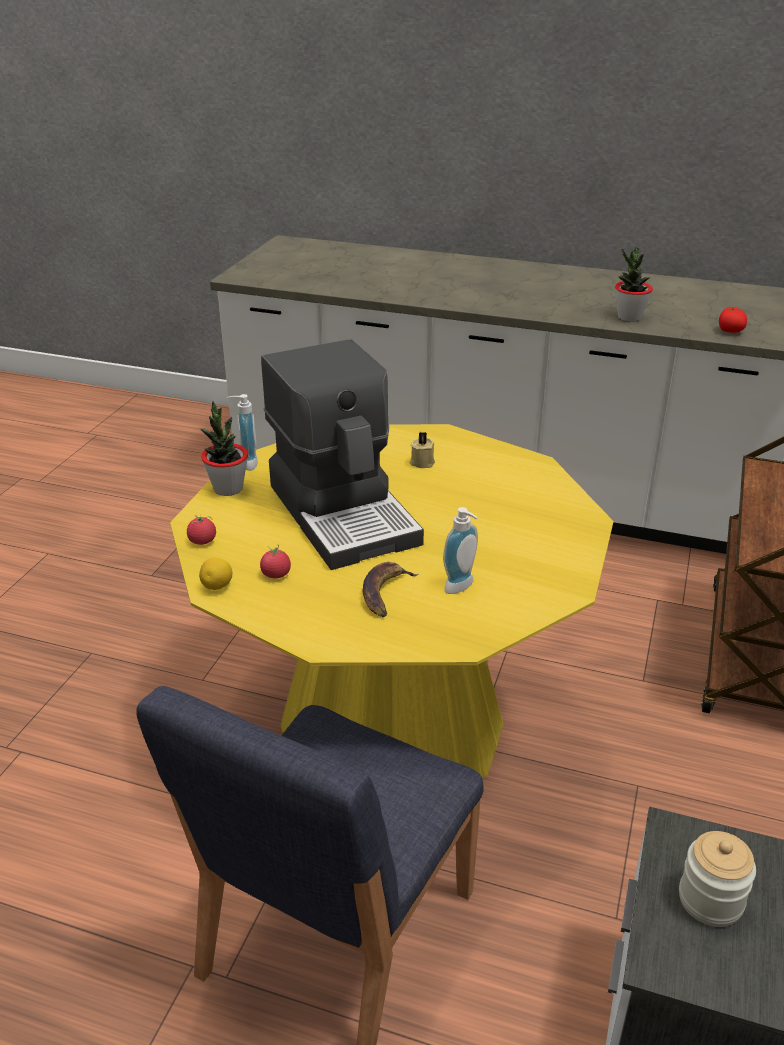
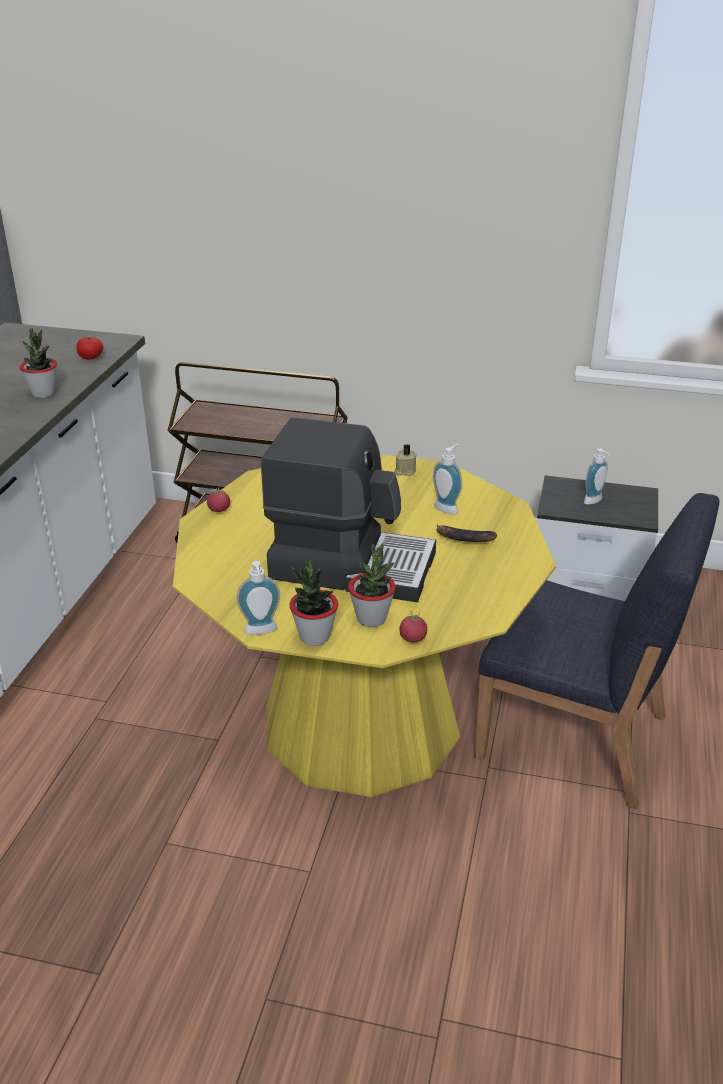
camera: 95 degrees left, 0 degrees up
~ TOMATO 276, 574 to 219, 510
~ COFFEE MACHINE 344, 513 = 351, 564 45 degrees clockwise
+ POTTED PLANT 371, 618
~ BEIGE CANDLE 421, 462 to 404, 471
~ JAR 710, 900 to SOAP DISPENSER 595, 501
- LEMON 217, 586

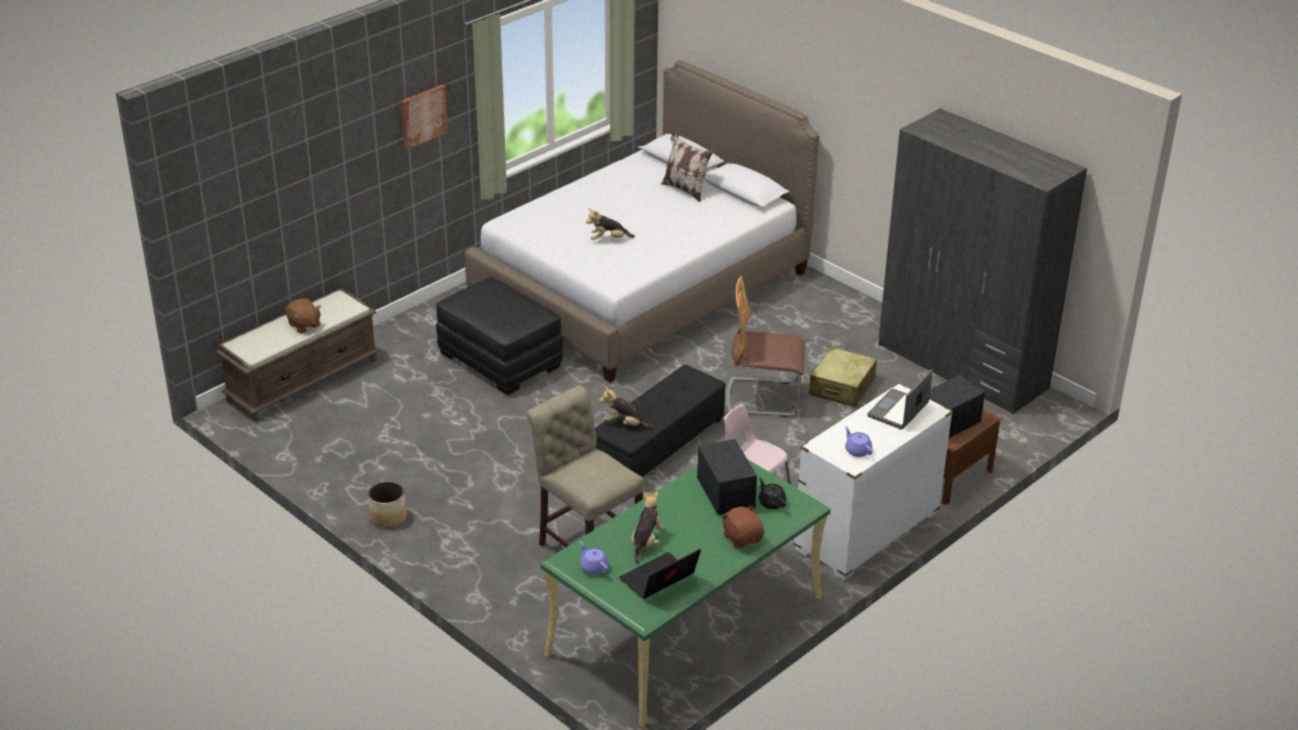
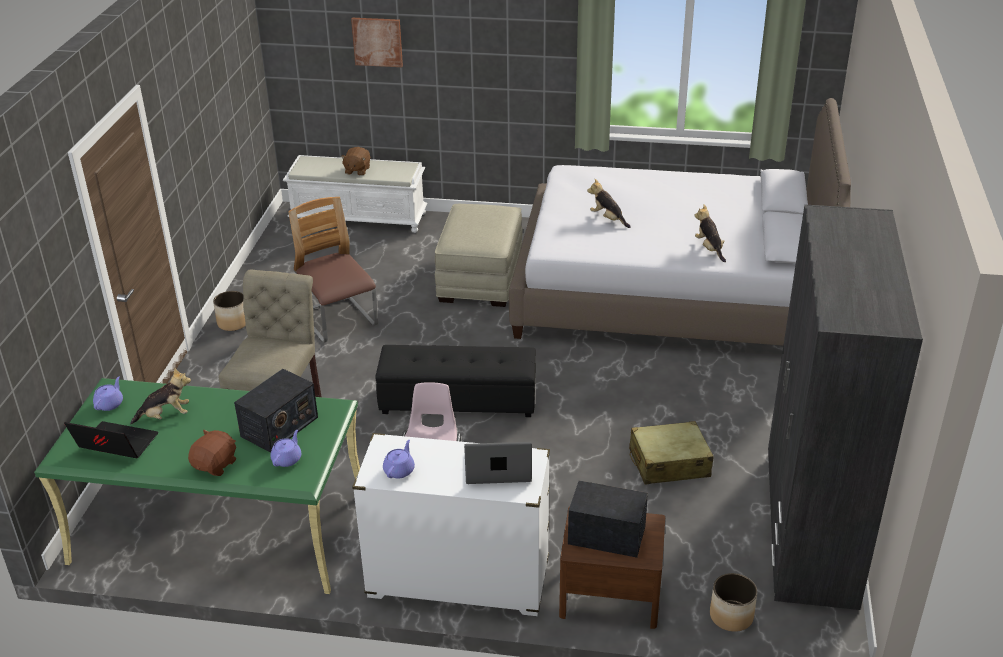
camera: 55 degrees right, 0 degrees up
~ BLACK TEAPOT 771, 502 to PURPLE TEAPOT 287, 459
~ BROWN BENCH 303, 379 to WHITE BENCH 359, 218
~ CHAIR 763, 398 to 338, 321
~ PICTURE 423, 116 to 377, 41
~ BLACK OTTOMAN 500, 360 to BEIGE OTTOMAN 480, 278
~ PLUSH TOY 625, 424 to 709, 249
+ PLANTER 731, 616
- PILLOW 685, 189

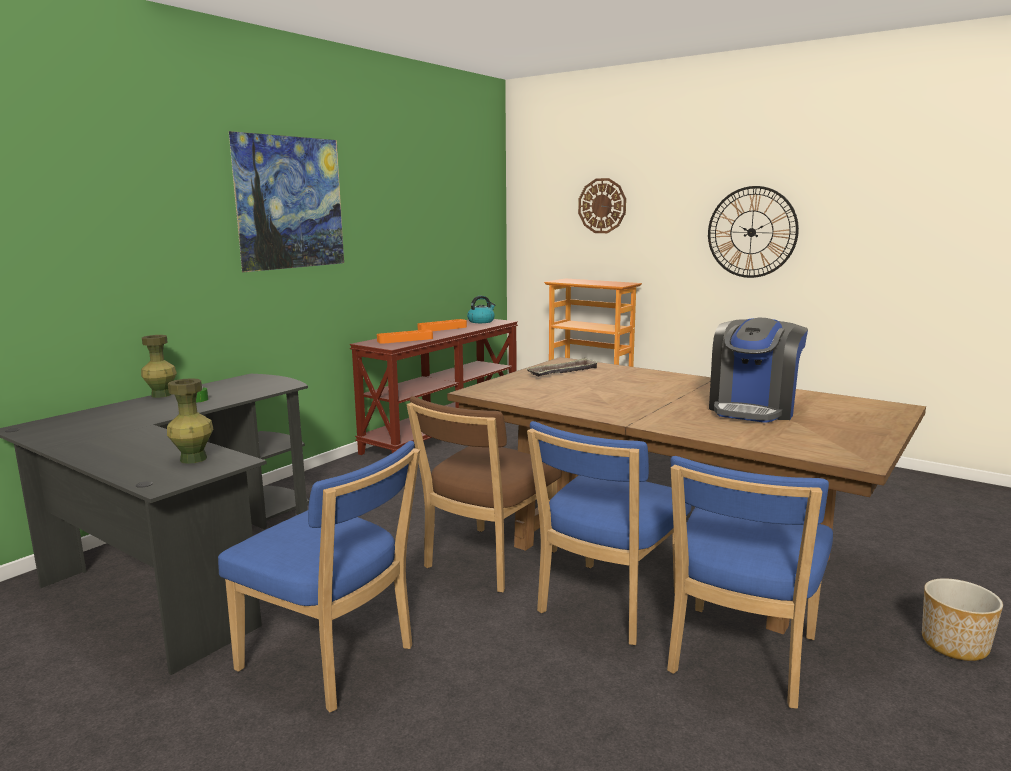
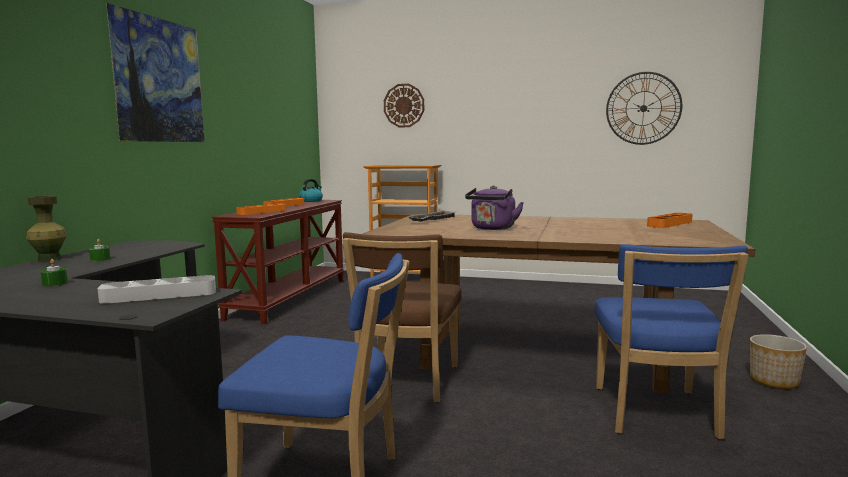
camera: 20 degrees left, 5 degrees down
+ GREEN CANDLE 55, 283
~ GREEN VASE 193, 459 to GREY TRAY 159, 295
+ PURPLE KETTLE 492, 228
~ WALL CLOCK 751, 232 to 643, 108
+ ORANGE TRAY 670, 224
- BLUE CHAIR 606, 606
- COFFEE MACHINE 753, 409

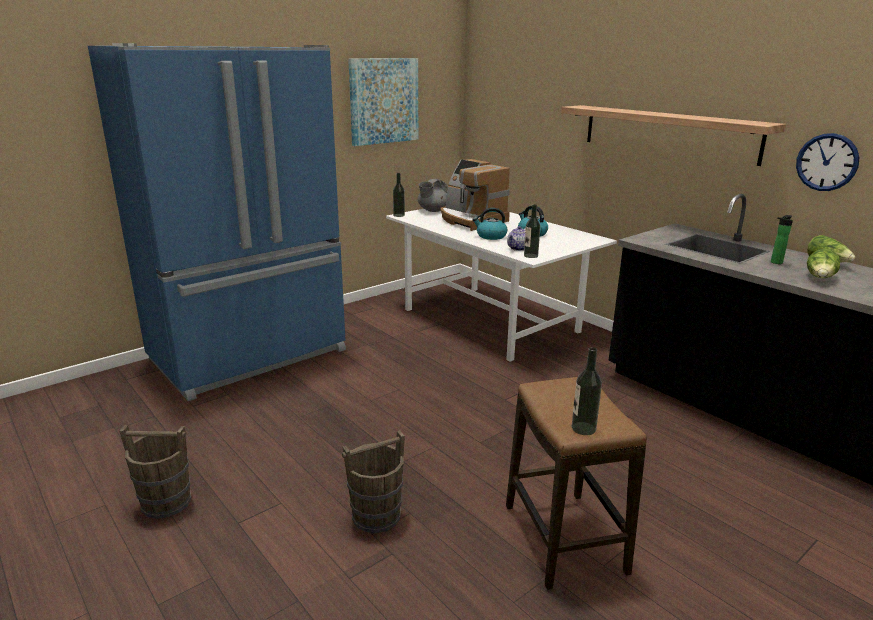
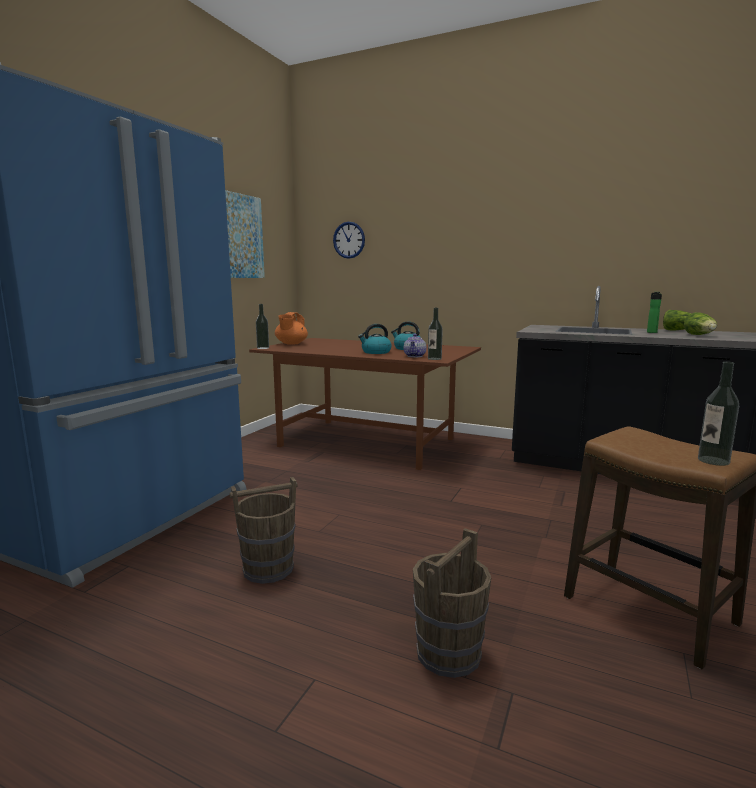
camera: 25 degrees left, 10 degrees down
~ BROWN BUCKET 166, 502 to 267, 569
~ WHITE DINING TABLE 491, 320 to BROWN DINING TABLE 368, 442
~ GREY TEAPOT 433, 210 to ORANGE TEAPOT 291, 344
~ WALL CLOCK 827, 162 to 349, 240
- COFFEE MACHINE 471, 220
- SHELF 668, 133

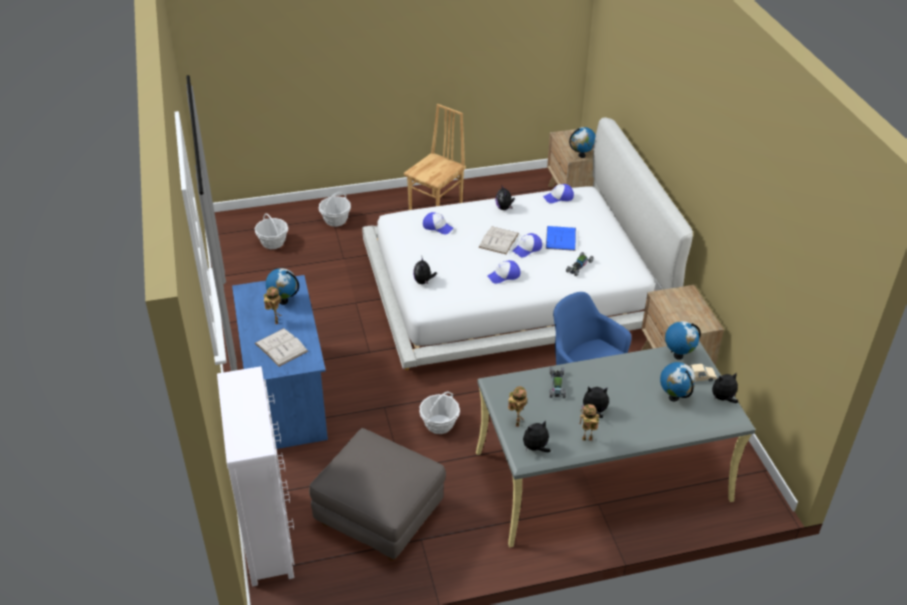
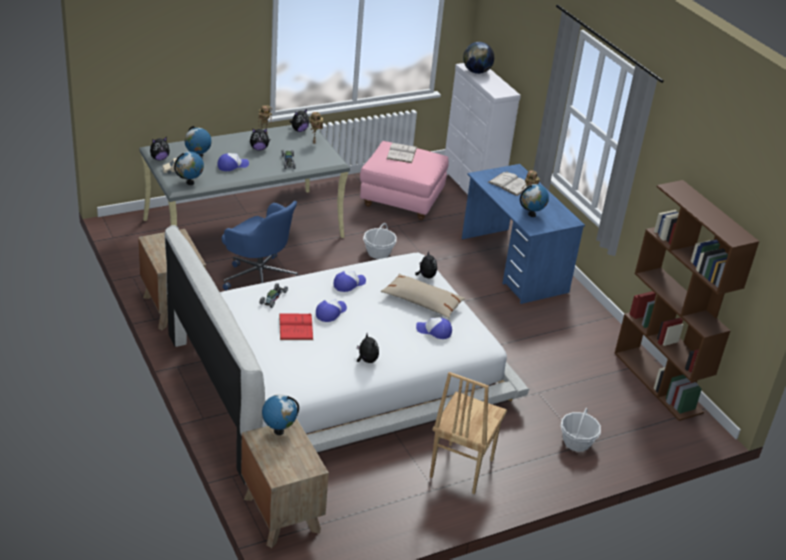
camera: 165 degrees right, 5 degrees down
~ CAP 558, 197 to 232, 165
~ BLUE BOOK 560, 238 to RED BOOK 296, 327
~ GREY OTTOMAN 380, 516 to PINK OTTOMAN 401, 201
+ BEIGE PILLOW 422, 302
~ WHITE BOOK 498, 240 to 401, 153
+ GLOBE 476, 72
+ BROWN BOOKCASE 658, 382
- BASKET 273, 242

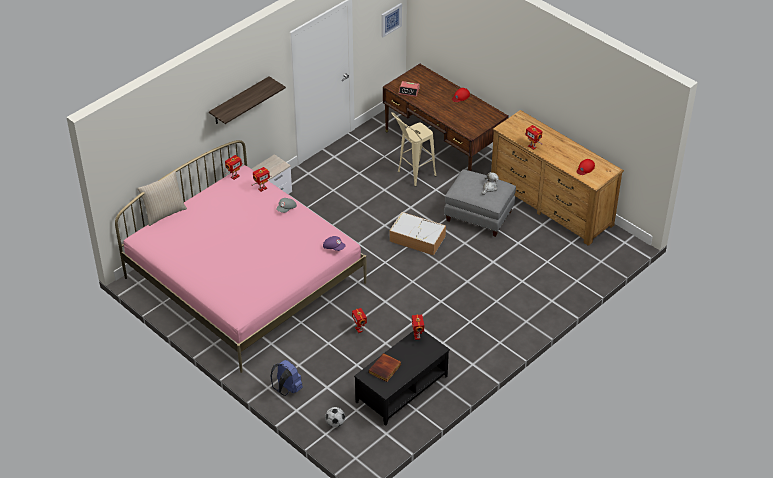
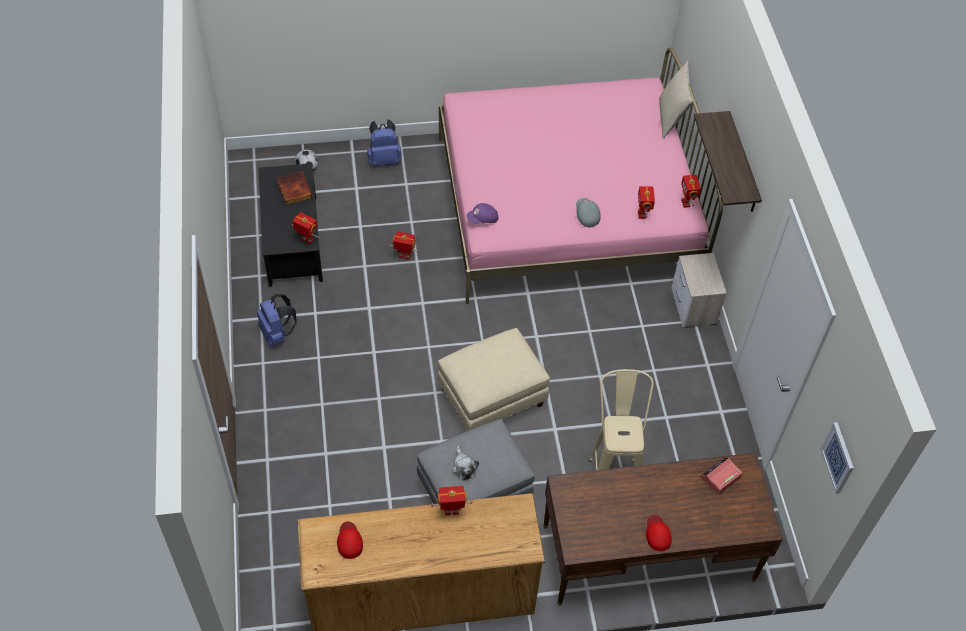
camera: 125 degrees right, 10 degrees up
+ BLUE BACKPACK 277, 333
~ STORAGE BOX 418, 238 to BEIGE OTTOMAN 492, 398

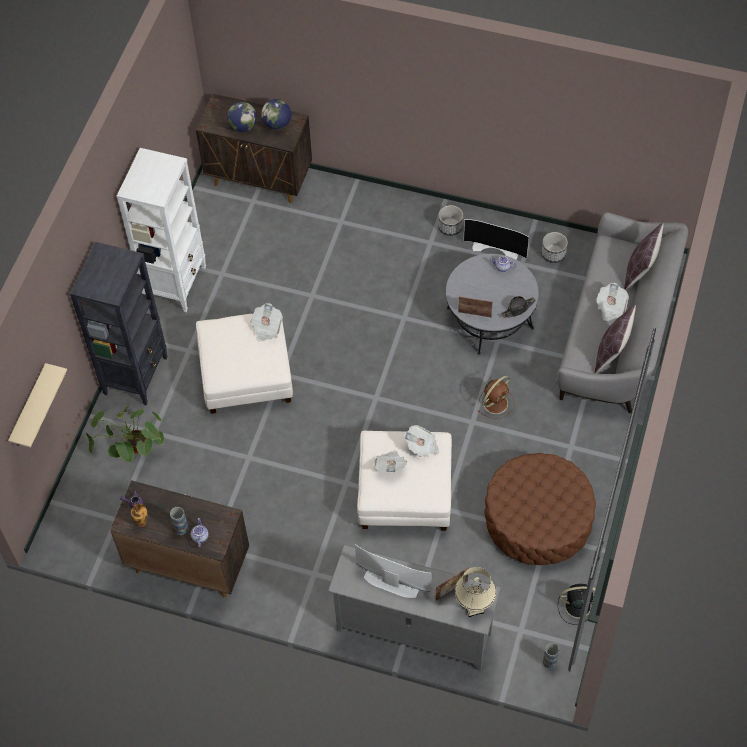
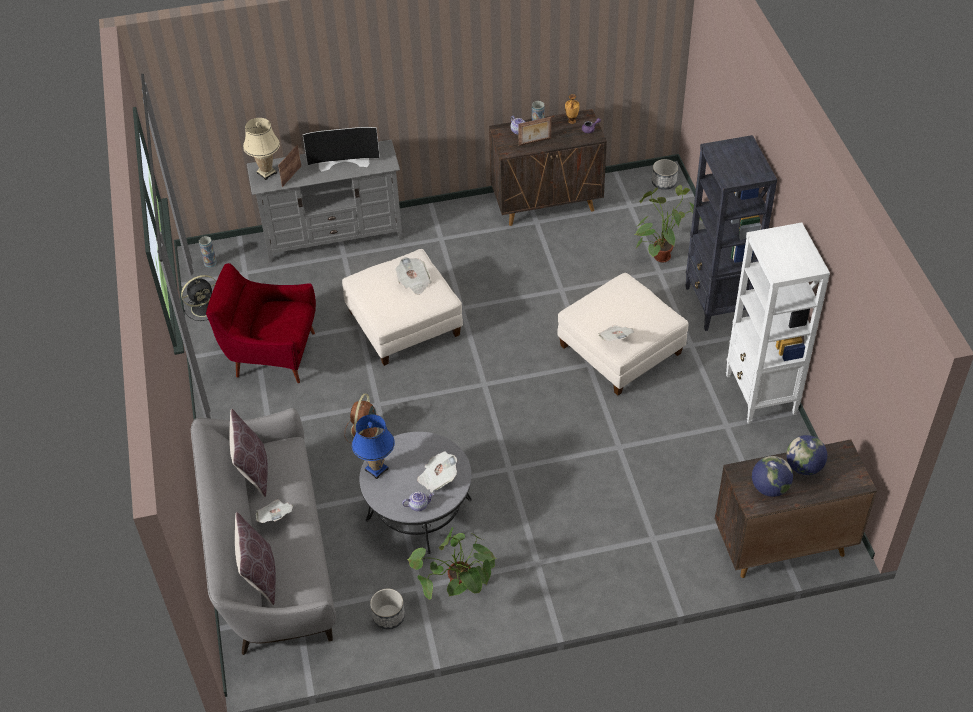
camera: 150 degrees right, 10 degrees down
~ BROWN OTTOMAN 538, 518 to RED ARMCHAIR 271, 354
~ BLACK HAT 518, 309 to BLUE TABLE LAMP 376, 469
~ TELEVISION 496, 248 to POTTED PLANT 458, 591
~ NEWSPAPER 422, 446 to 438, 478
~ PICTURE FRAME 474, 314 to 535, 142
~ PLANTER 450, 227 to 663, 183
- BEIGE SHELF 29, 408

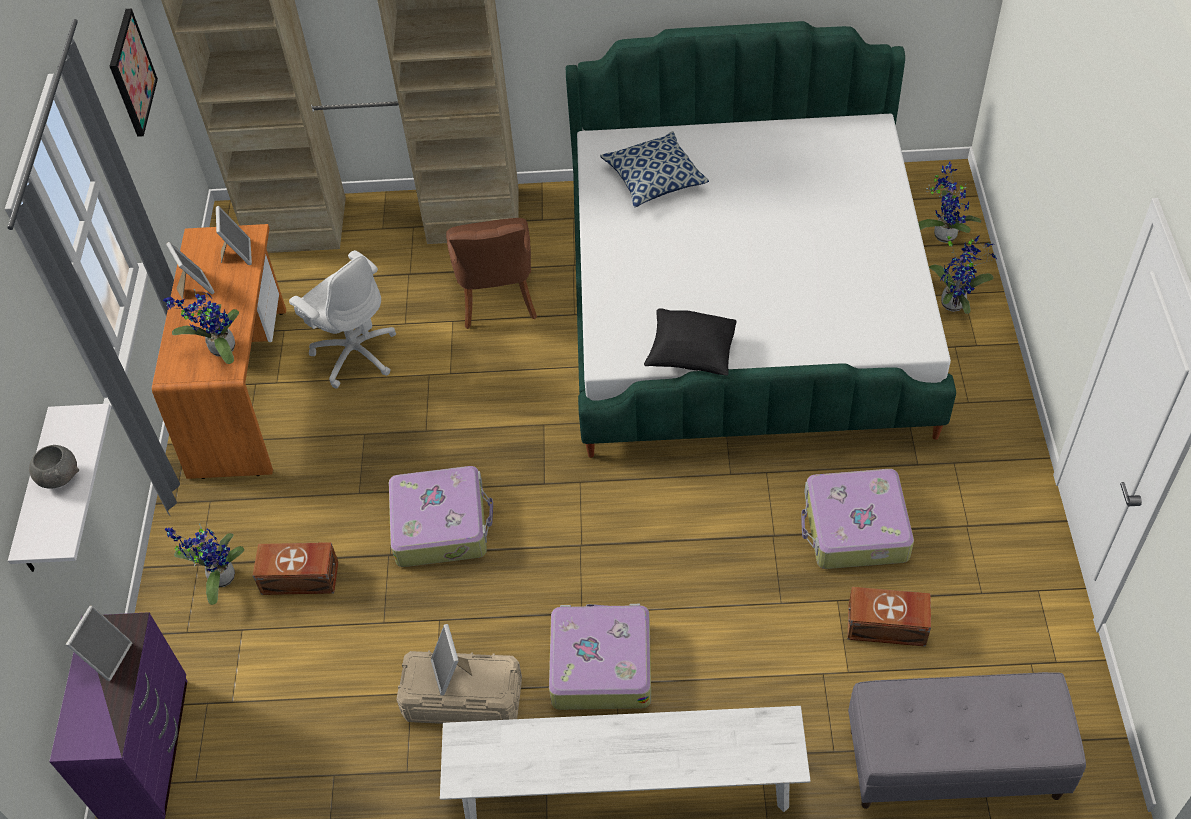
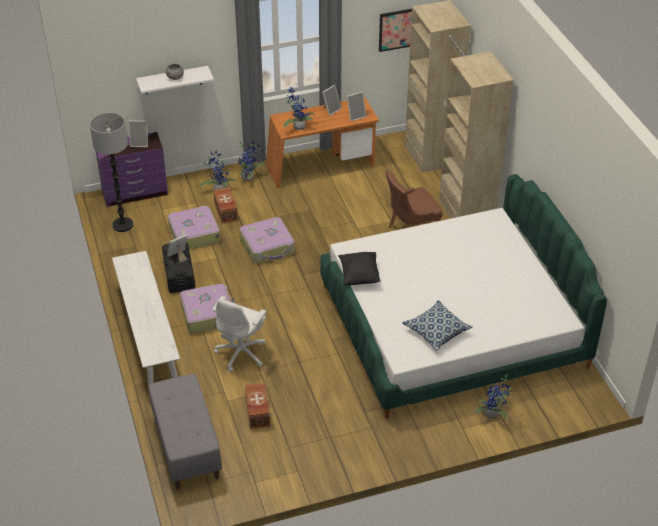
camera: 70 degrees right, 10 degrees down
+ FLOOR LAMP 123, 225
~ BEIGE STORAGE BOX 463, 700 to BLACK STORAGE BOX 179, 275
~ SUITCASE 854, 529 to 194, 234
~ WHITE OFFICE CHAIR 355, 353 to 242, 353
~ POTTED PLANT 943, 233 to 249, 177
~ PILLOW 654, 179 to 436, 331

